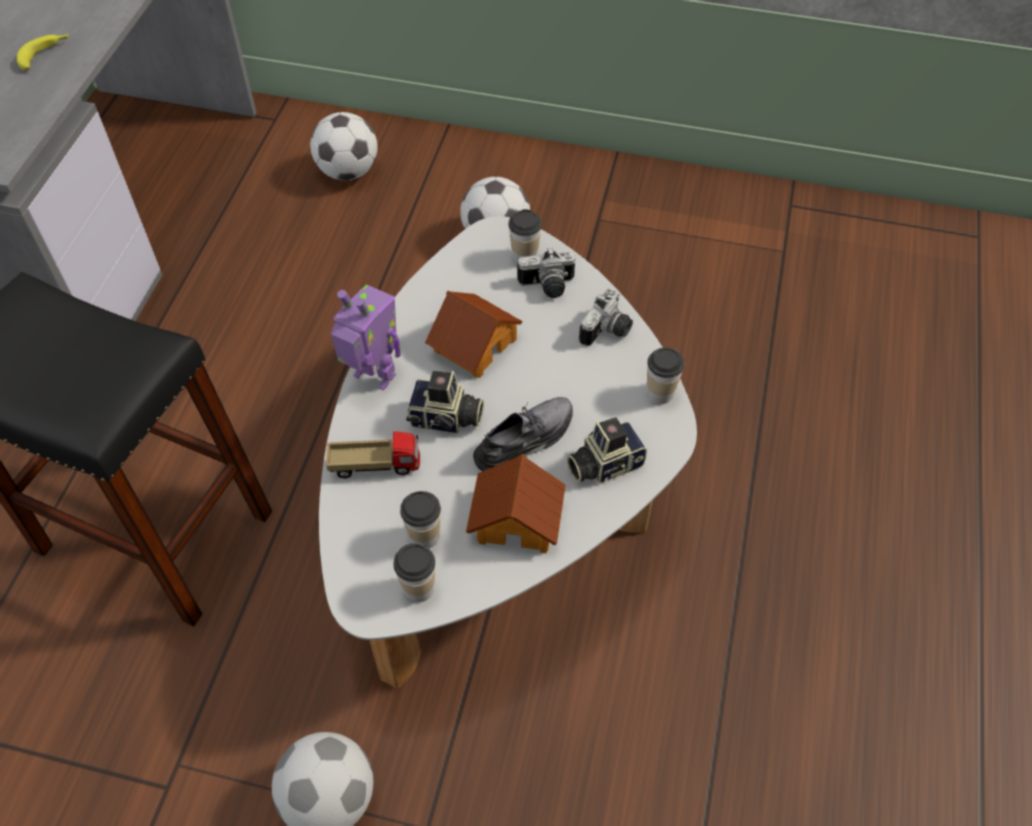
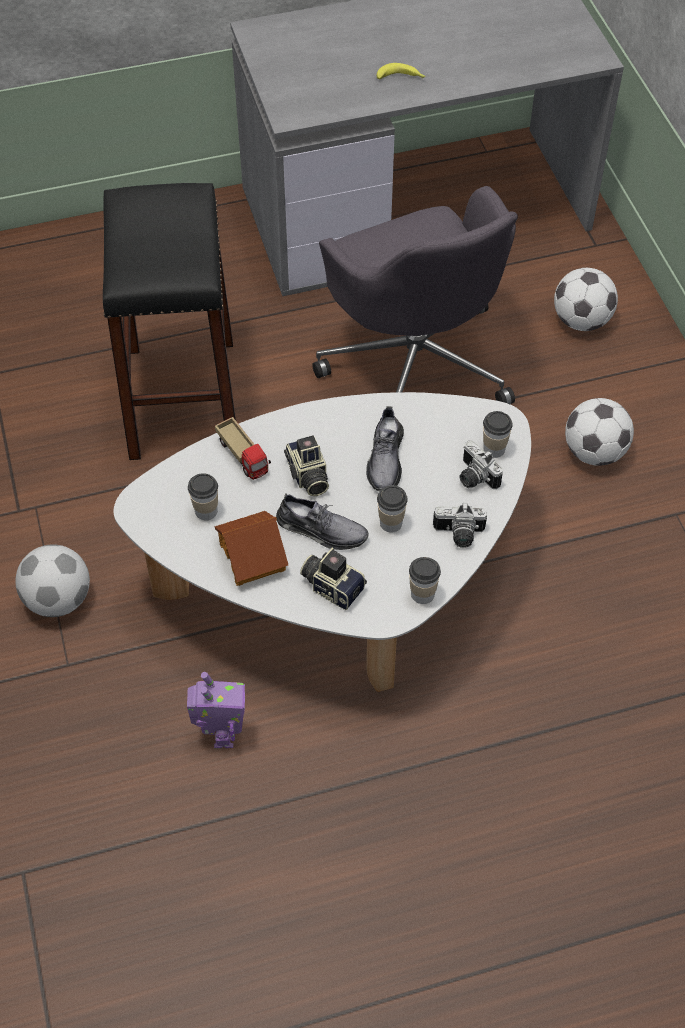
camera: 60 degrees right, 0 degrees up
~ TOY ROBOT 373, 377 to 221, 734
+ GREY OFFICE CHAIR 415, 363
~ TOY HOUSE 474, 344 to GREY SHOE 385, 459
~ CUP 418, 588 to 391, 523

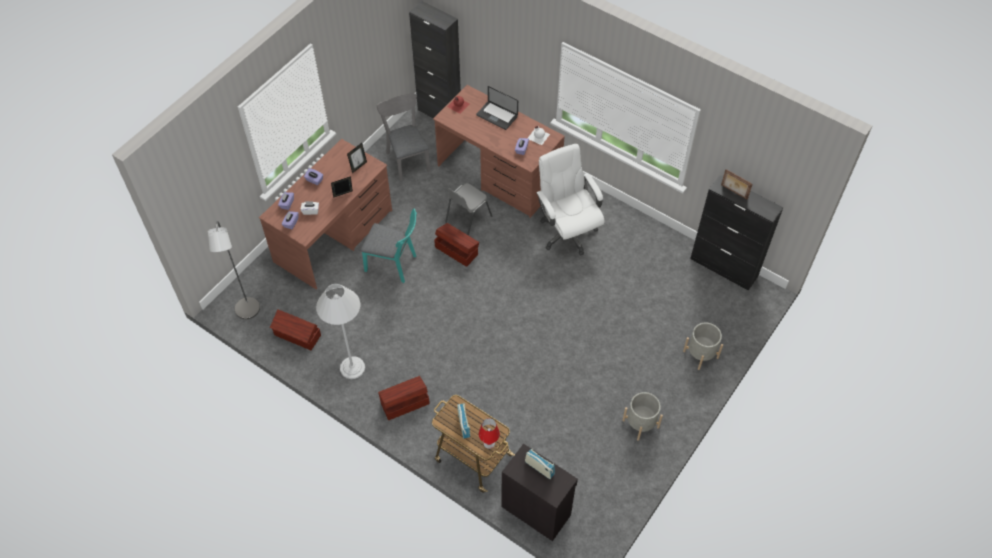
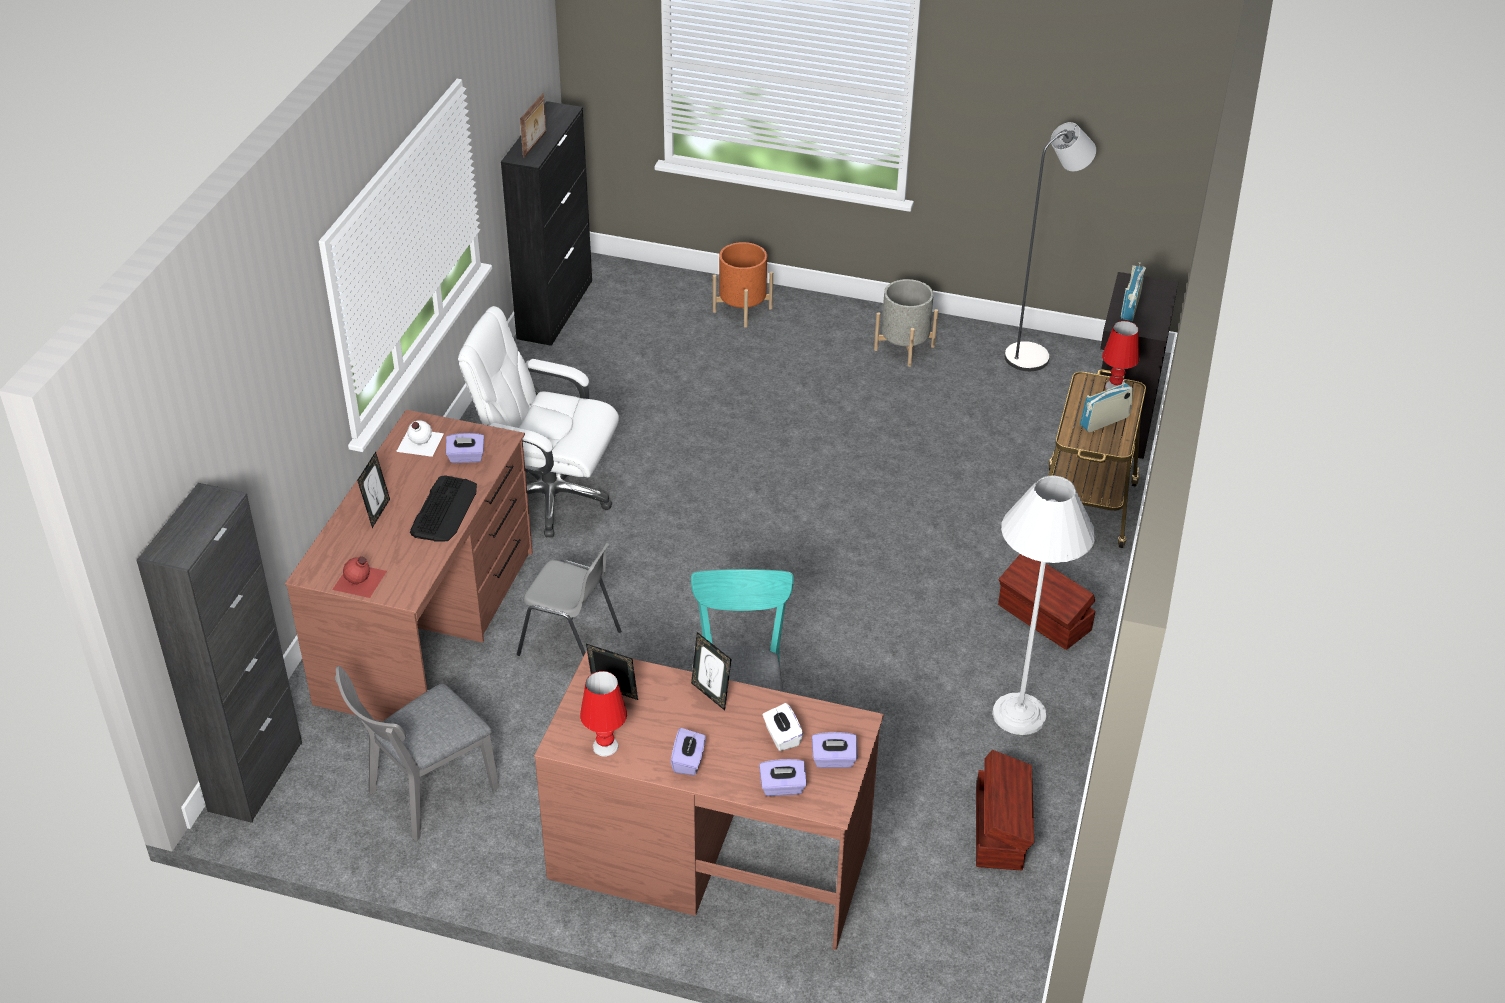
camera: 110 degrees left, 15 degrees down
~ LAPTOP 497, 116 to PICTURE FRAME 377, 513
+ KEYBOARD 444, 509
~ WHITE OFFICE CHAIR 567, 232 = 549, 496 60 degrees clockwise
+ RED TABLE LAMP 605, 746
~ GREY PLANTER 700, 354 to ORANGE PLANTER 742, 310
~ GREY FLOOR LAMP 247, 313 to 1034, 355
- BROWN STORAGE BOX 456, 250

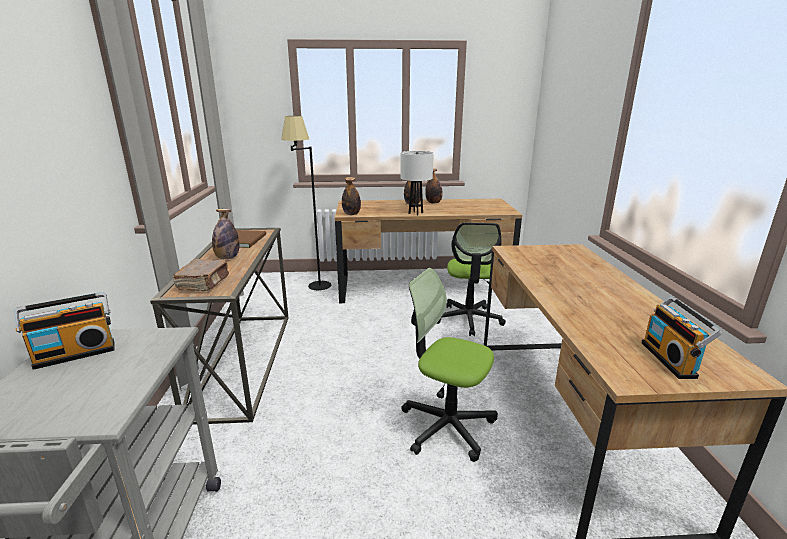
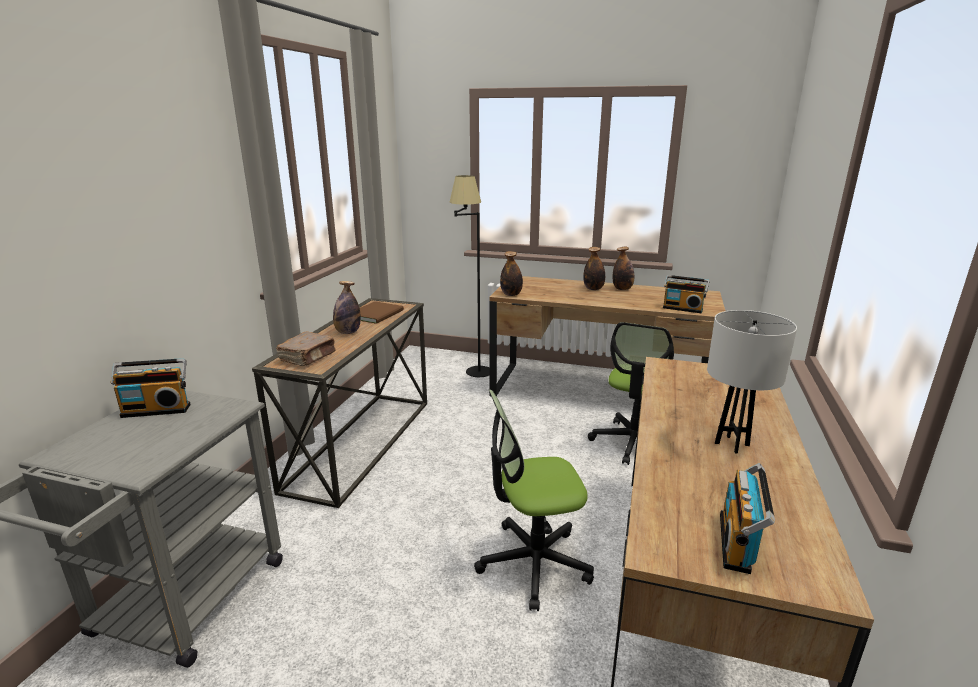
camera: 20 degrees right, 0 degrees up
~ OFFICE CHAIR 447, 425 = 533, 563 60 degrees counterclockwise
+ RADIO 683, 308
~ WHITE TABLE LAMP 415, 213 to 731, 444

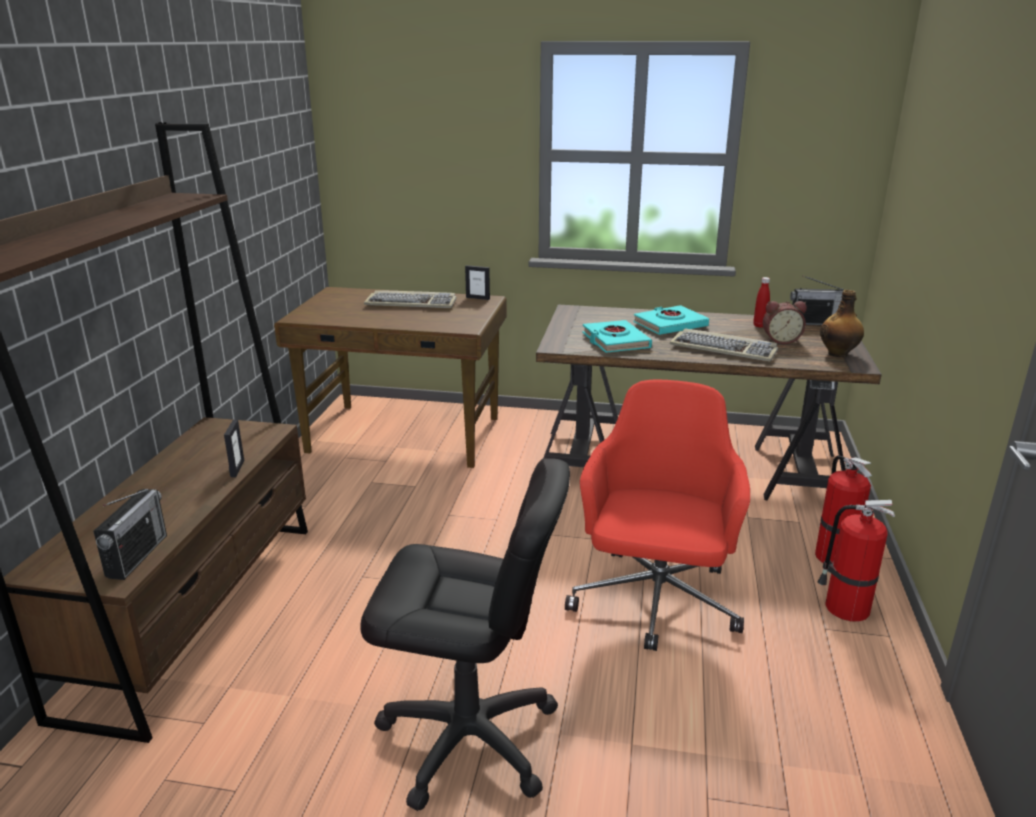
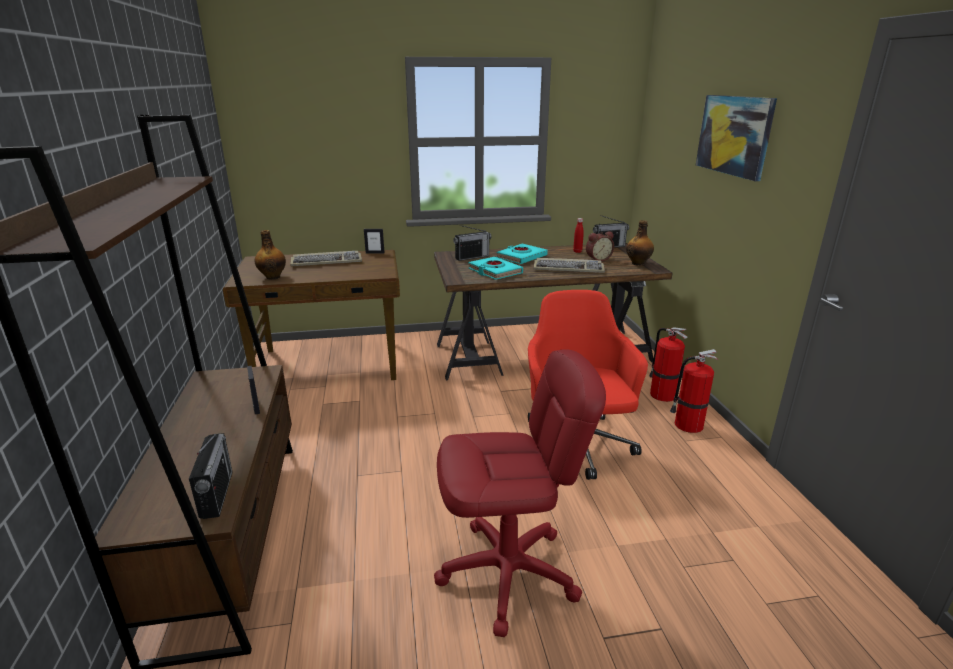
camera: 20 degrees left, 0 degrees up
+ BOTTLE 273, 277
~ BLACK OFFICE CHAIR 469, 739 to RED OFFICE CHAIR 508, 573
+ RADIO 472, 257
+ PICTURE 734, 135

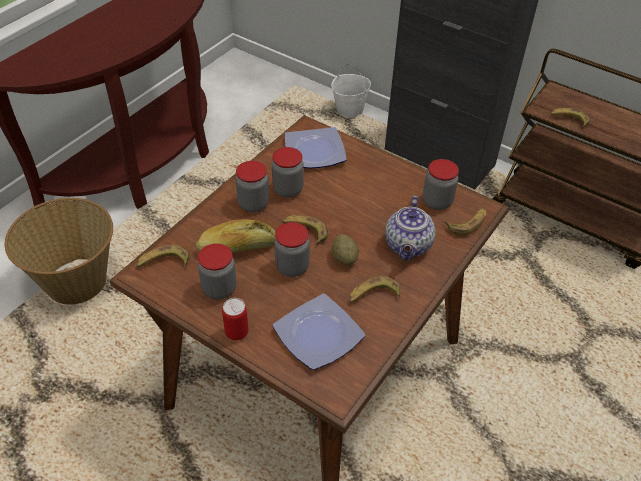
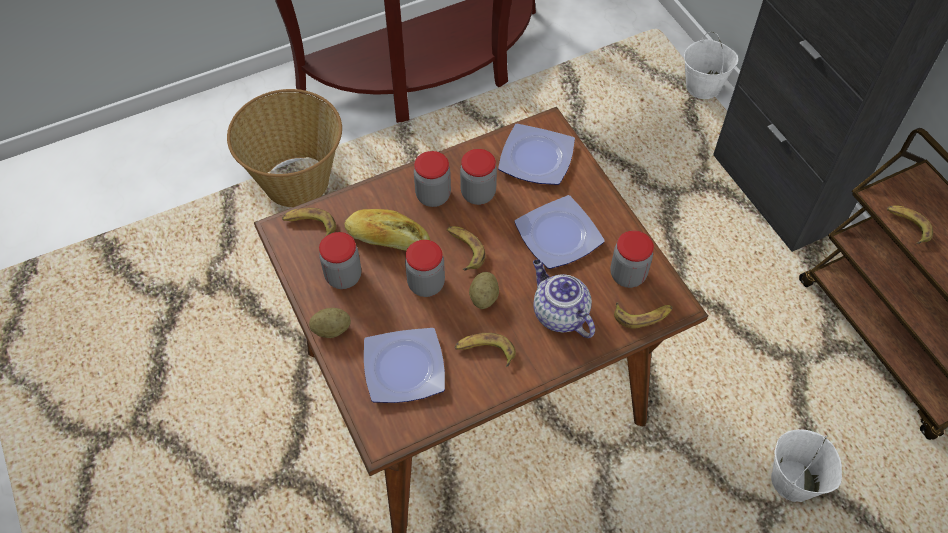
camera: 30 degrees right, 10 degrees up
~ CAN 236, 332 to POTATO 331, 329
+ PLATE 560, 236
~ TEAPOT 408, 246 = 559, 313 105 degrees clockwise
+ WHITE BUCKET 793, 481

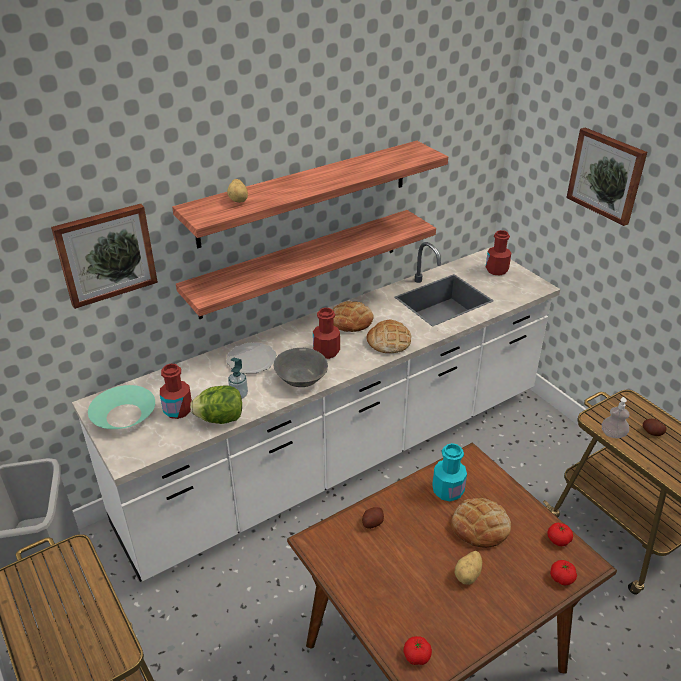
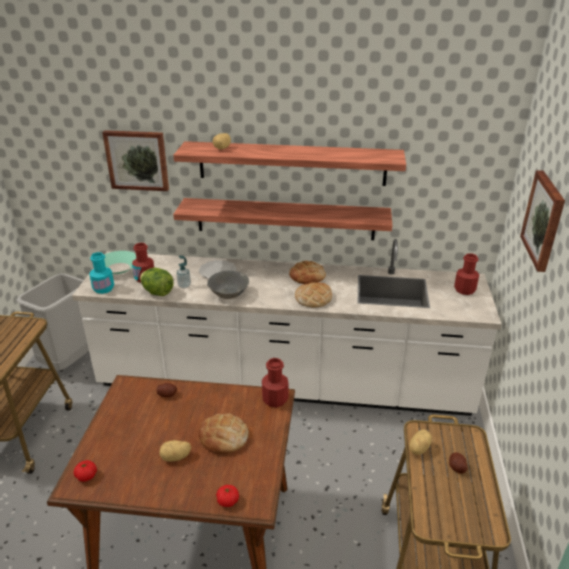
camera: 40 degrees right, 5 degrees down
~ TURQUOISE BOTTLE 448, 490 to 103, 288
~ RED BOTTLE 326, 351 to 275, 399
~ SOAP DISPENSER 613, 434 to POTATO 418, 448
- TOMATO 558, 540

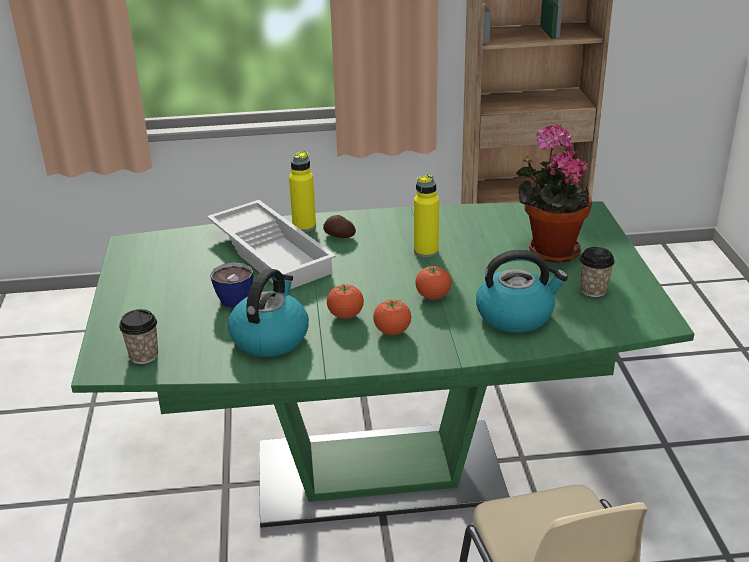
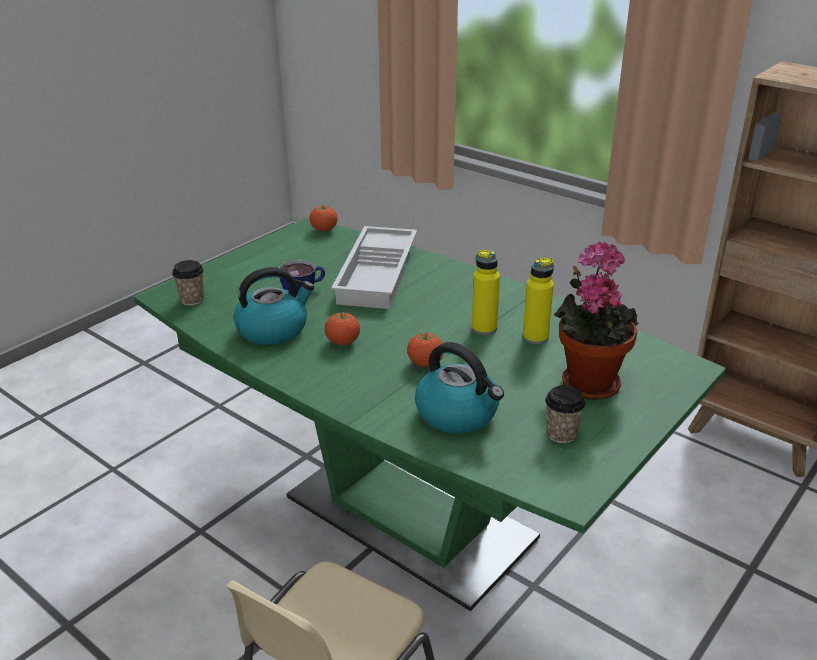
camera: 45 degrees right, 0 degrees up
~ TOMATO 392, 331 to 324, 230
~ YELLOW BOTTLE 304, 226 to 535, 337
- POTATO 339, 236

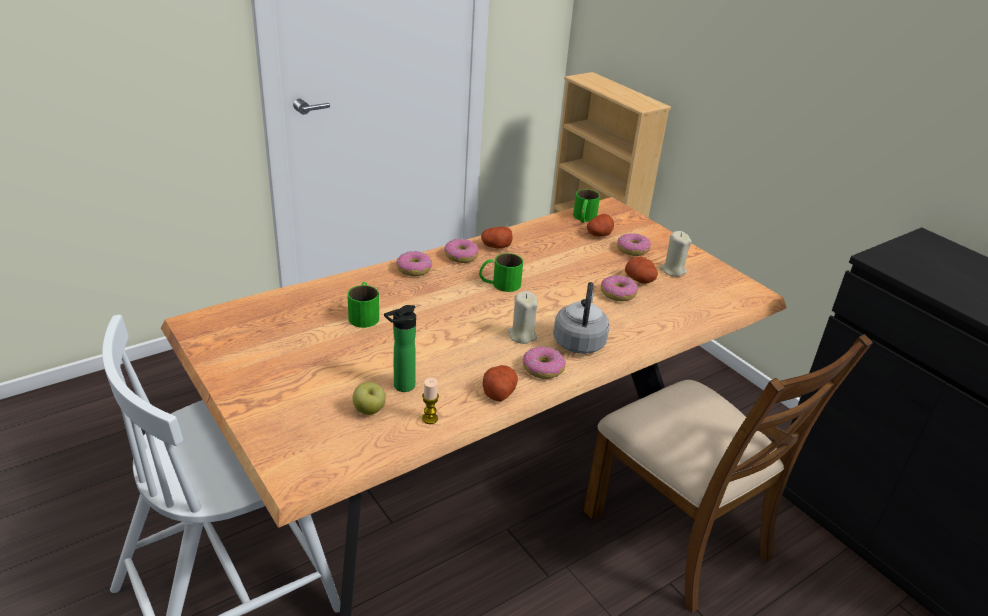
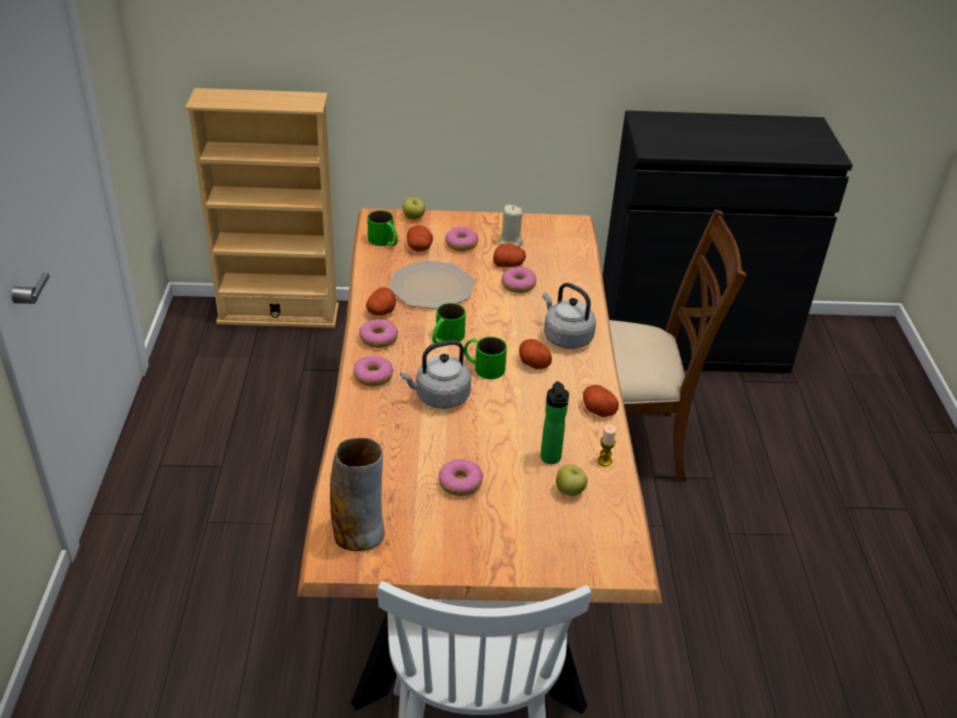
camera: 55 degrees left, 5 degrees up
+ VASE 359, 533
+ PLATE 432, 287
+ GREY KETTLE 439, 397
+ APPLE 413, 218
~ DONUT 542, 369 to 460, 483
~ GREEN MUG 364, 314 to 483, 366
~ BEIGE CANDLE 521, 335 to POTATO 533, 362

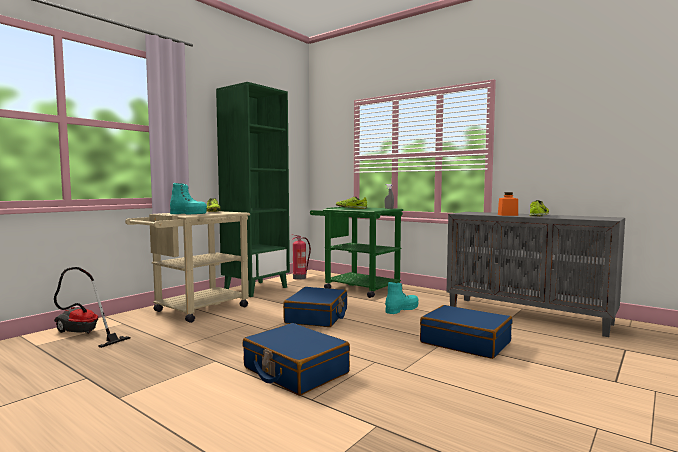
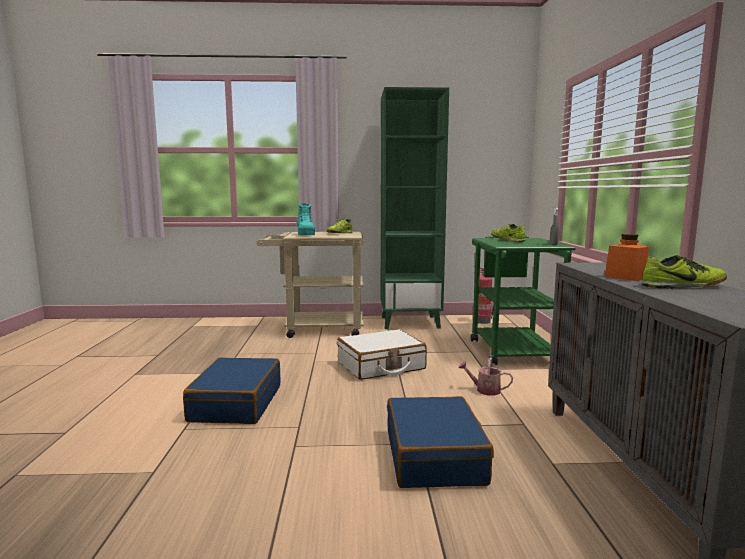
camera: 50 degrees right, 5 degrees up
~ BLUE SUITCASE 317, 316 to WHITE SUITCASE 381, 366
~ TURQUOISE BOOT 402, 309 to WATERING CAN 484, 390
- VACUUM CLEANER 83, 334

